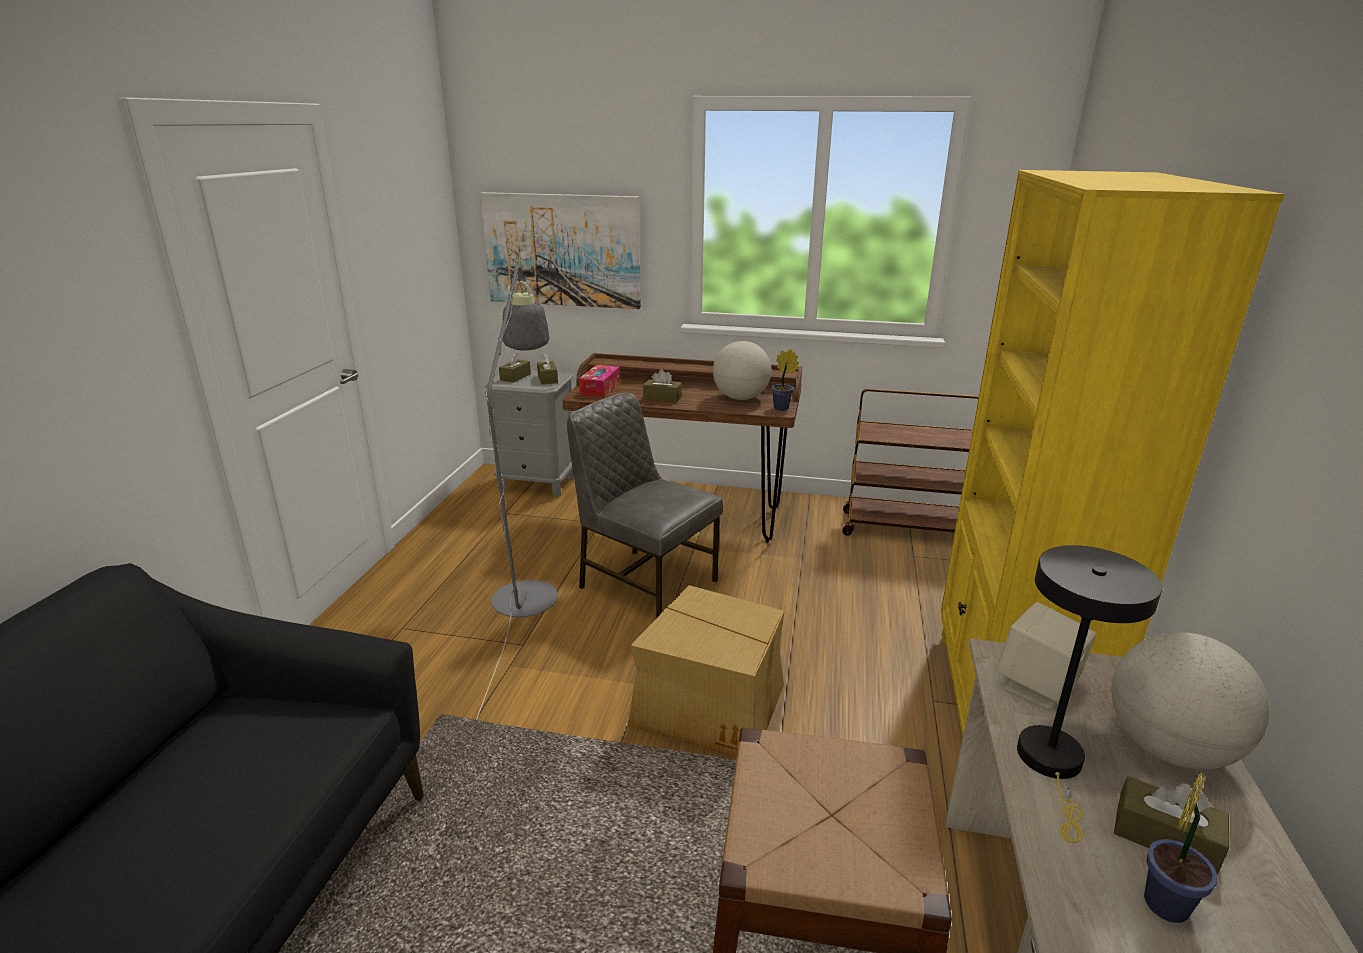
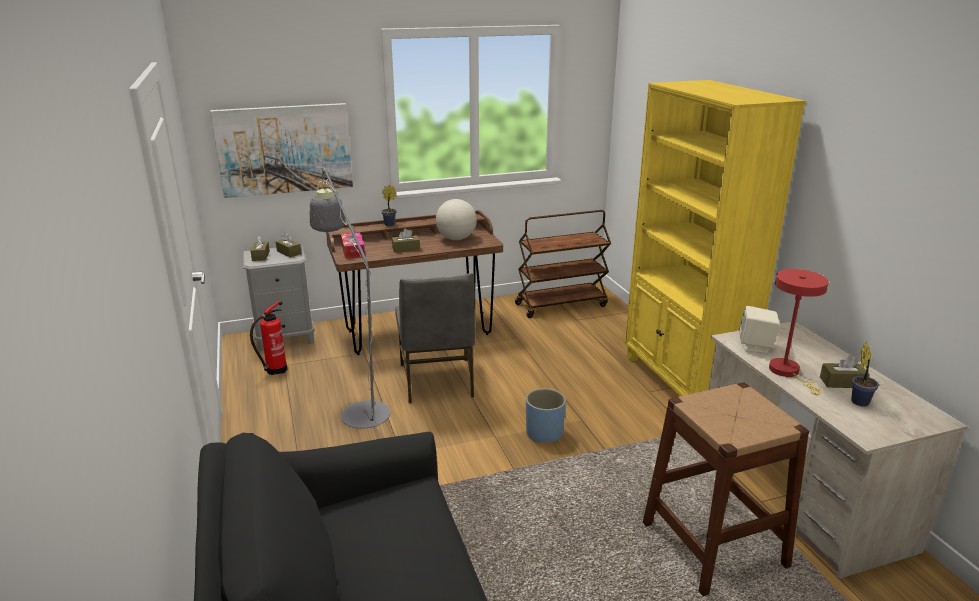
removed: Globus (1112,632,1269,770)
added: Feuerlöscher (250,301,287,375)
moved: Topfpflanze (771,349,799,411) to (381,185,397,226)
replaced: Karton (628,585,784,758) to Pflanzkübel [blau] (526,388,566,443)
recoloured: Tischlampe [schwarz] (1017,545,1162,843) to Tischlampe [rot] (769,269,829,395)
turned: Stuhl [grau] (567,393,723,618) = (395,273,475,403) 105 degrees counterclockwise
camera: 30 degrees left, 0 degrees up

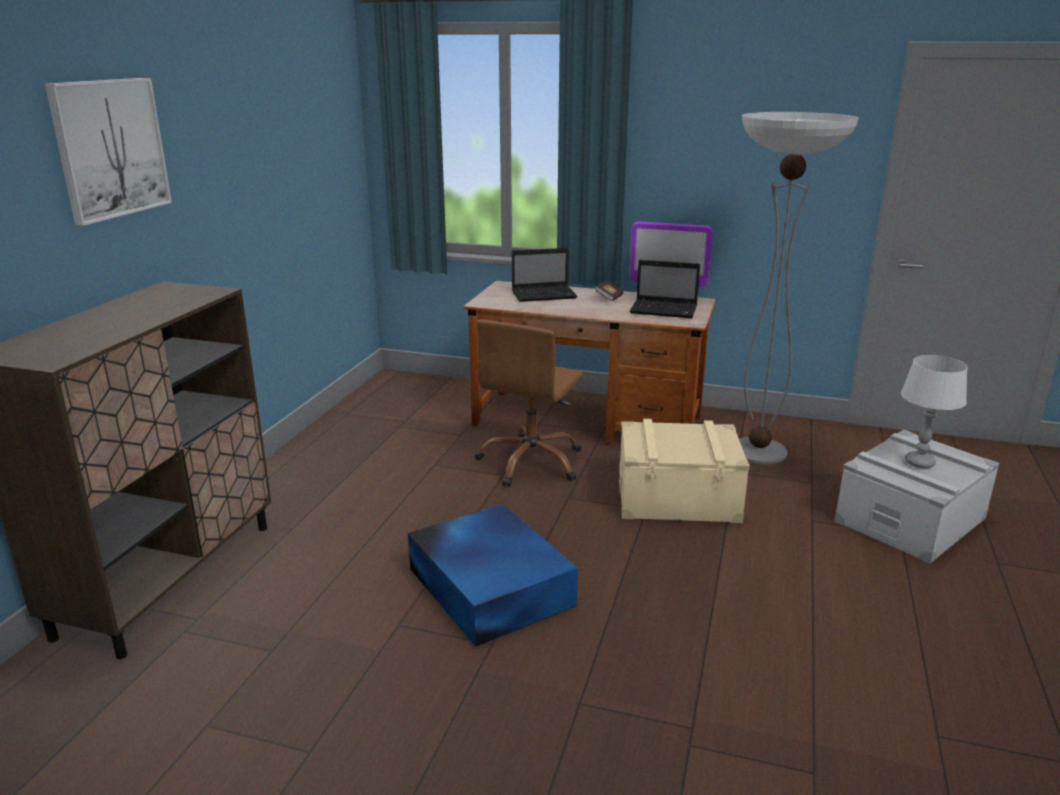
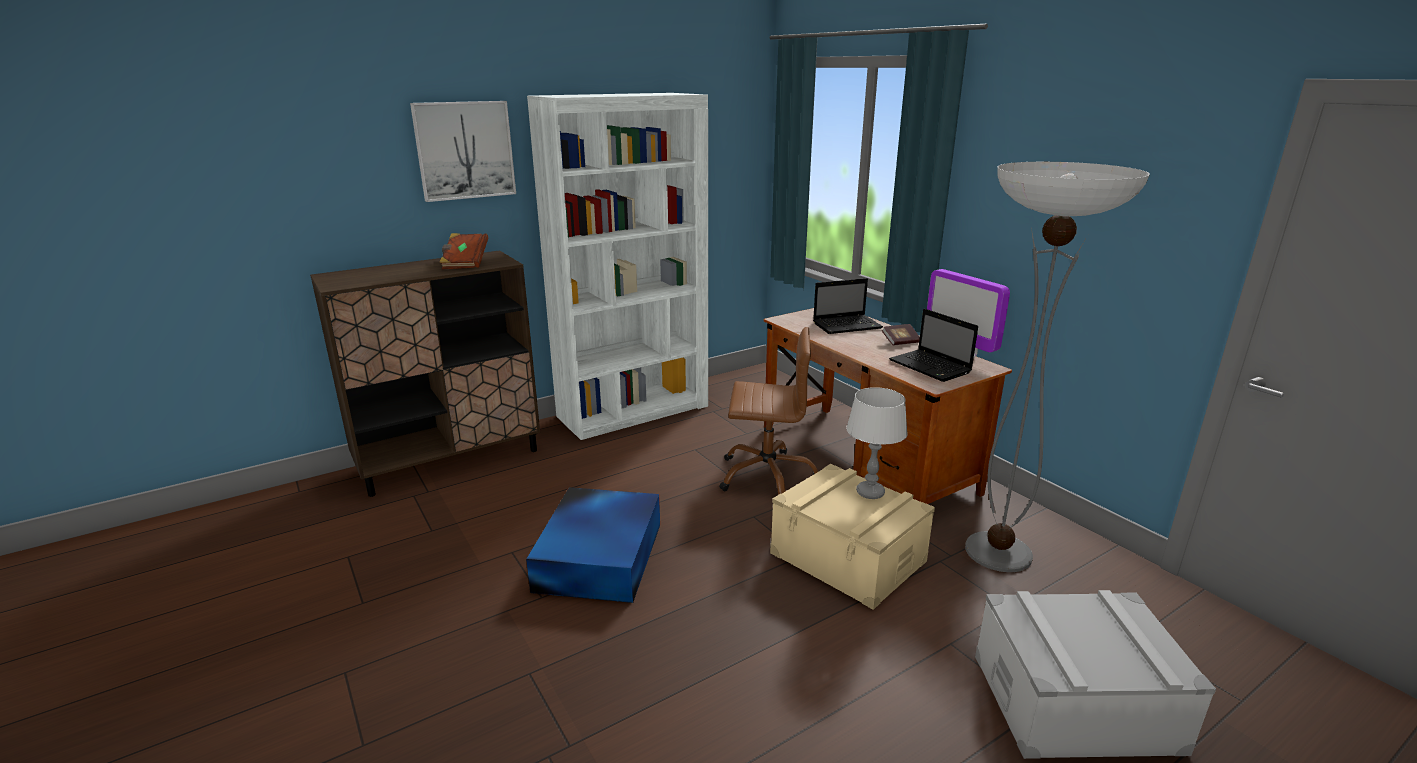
added: Buch [braun] (439,233,488,269); Bücherregal [weiß] (527,93,708,440)
moved: Tischlampe [grau] (901,355,968,468) to (846,387,908,499)
turned: Bürostuhl [braun] (475,319,583,487) = (719,327,819,495) 150 degrees counterclockwise; Laptop (512,248,578,302) = (813,278,883,334) 45 degrees counterclockwise
camera: 40 degrees right, 0 degrees up

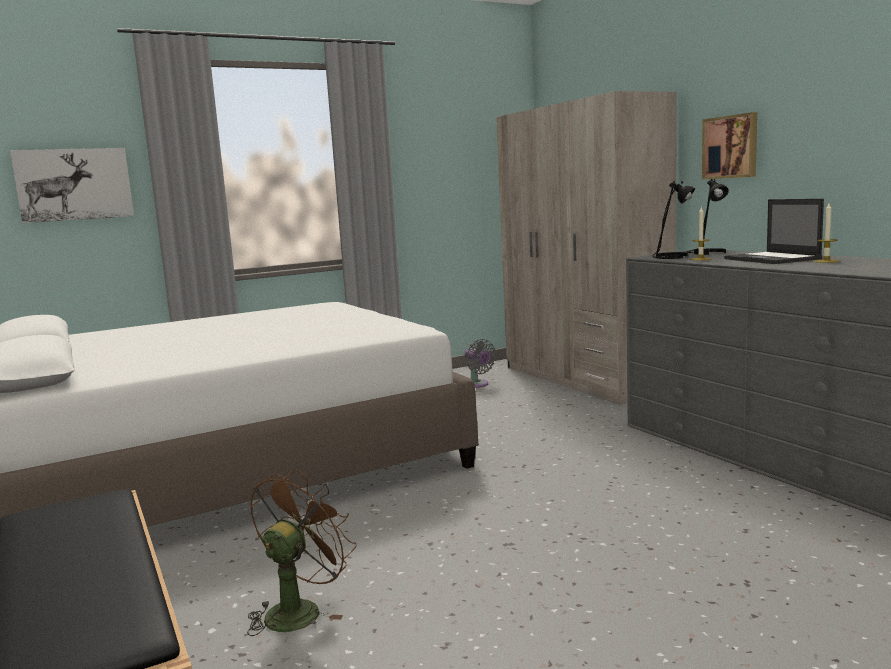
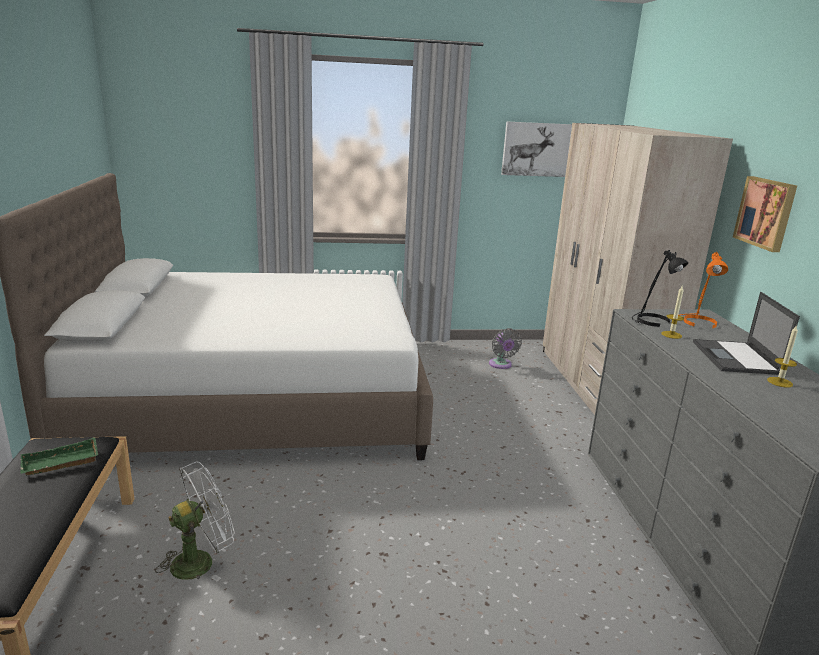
added: Tablett [grün] (20,438,98,476)
moved: Bild (10,148,134,223) to (501,122,572,177)
recoloured: Ventilator [braun] (247,469,357,636) to Ventilator [weiß] (155,462,235,582); Tischlampe [schwarz] (687,179,729,255) to Tischlampe [orange] (679,252,728,328)
camera: 20 degrees right, 10 degrees up

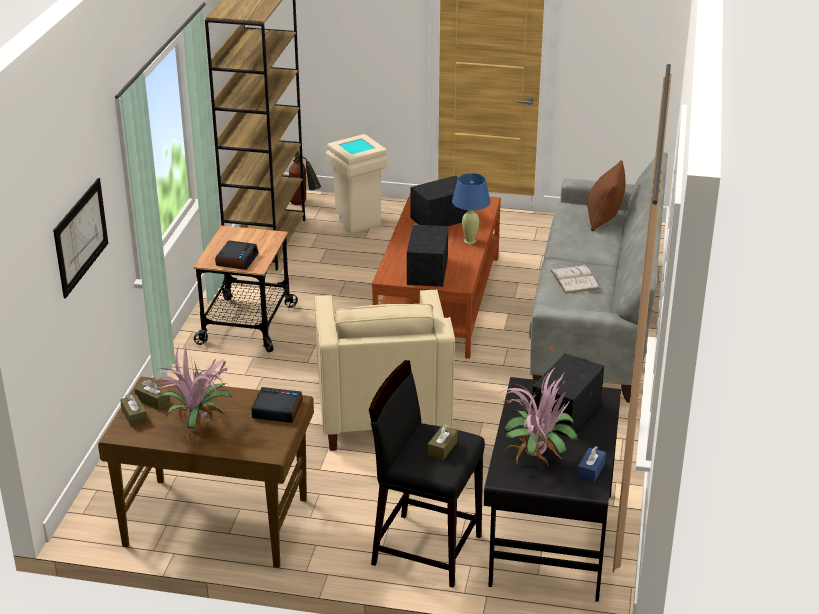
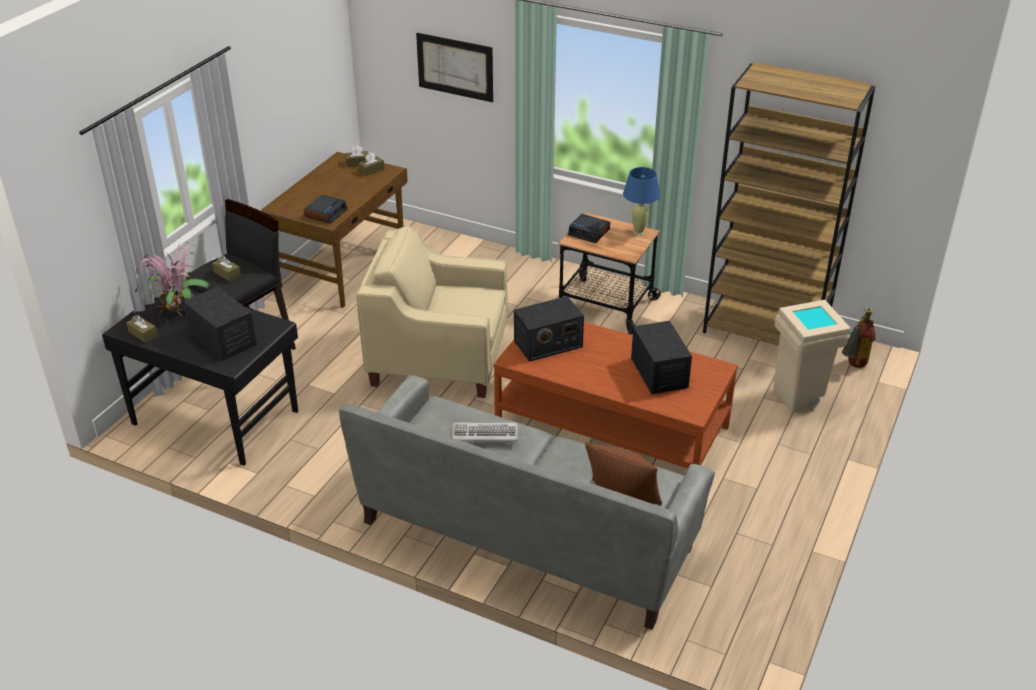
removed: Topfpflanze (151,347,232,448)
moved: Tischlampe [blau] (452,173,491,244) to (623,167,660,235)
replaced: Buch [weiß] (550,265,600,294) to Tastatur (452,423,518,444)
recoloured: Taschentuchbox [blau] (577,446,606,482) to Taschentuchbox [braun] (126,315,158,343)
turned: Radio (407,225,448,287) = (514,296,584,362) 135 degrees clockwise
camera: 105 degrees right, 5 degrees up

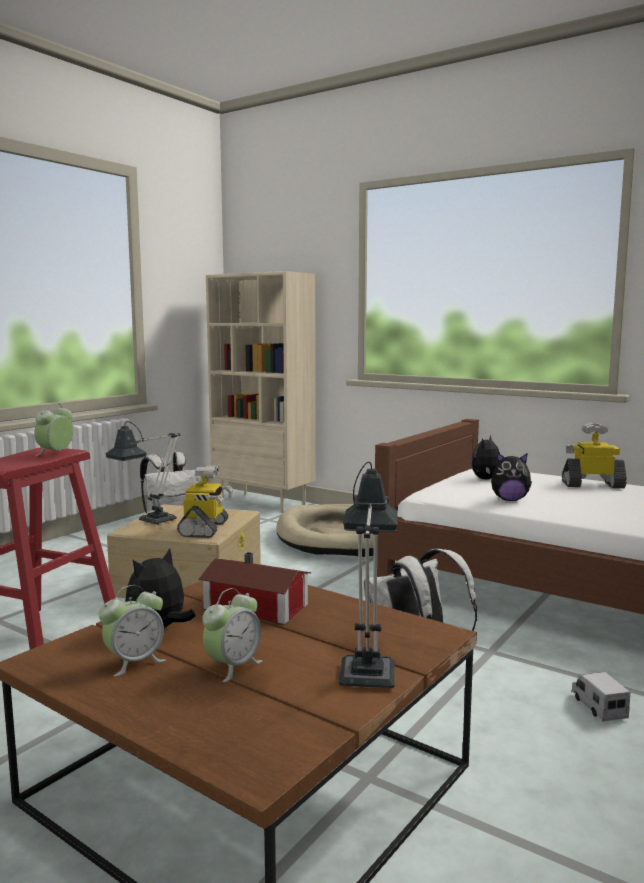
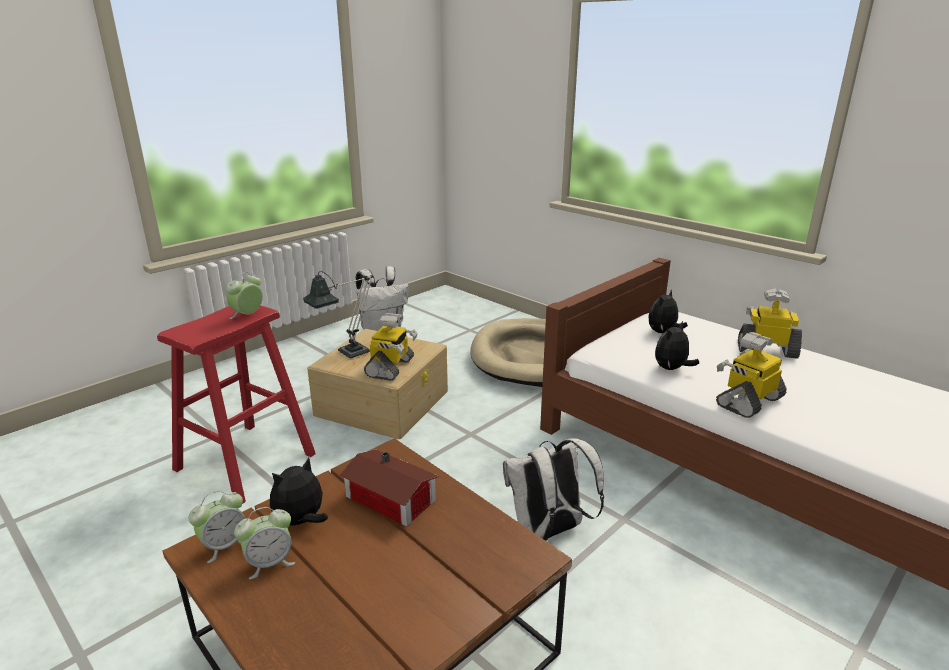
removed: Bücherregal [beige] (206,271,316,513); Tischlampe (339,462,398,688); Spielzeuglaster (571,672,630,722)
added: Spielzeugroboter (716,332,787,418)
moved: Wecker (202,588,263,682) to (188,491,245,563)
turned: Plüschtier (491,453,532,501) = (655,321,699,370) 120 degrees clockwise
camera: 10 degrees right, 15 degrees up

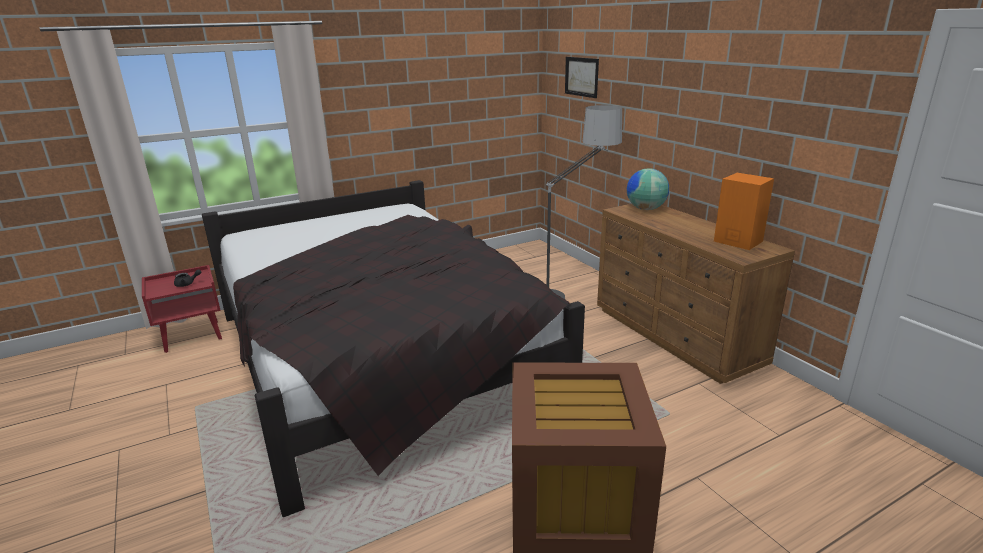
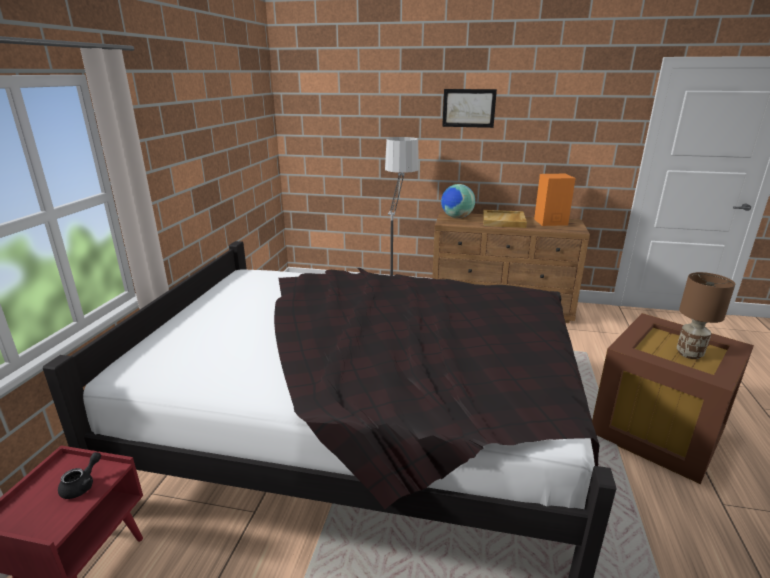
added: Tablett [beige] (483,210,527,228); Tischlampe [braun] (677,272,735,359)
moved: Bild (565,57,599,98) to (442,89,497,128)
camera: 50 degrees left, 0 degrees up

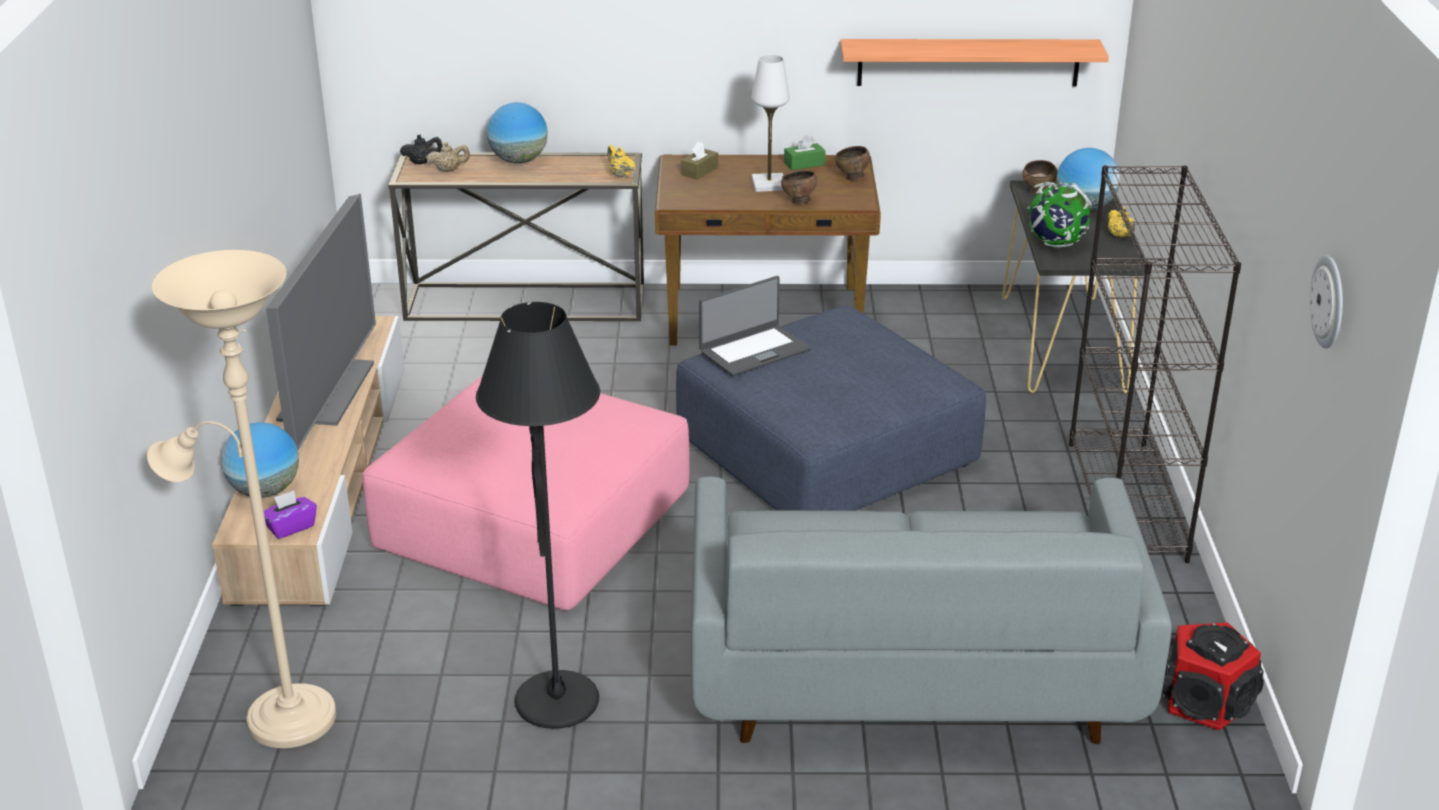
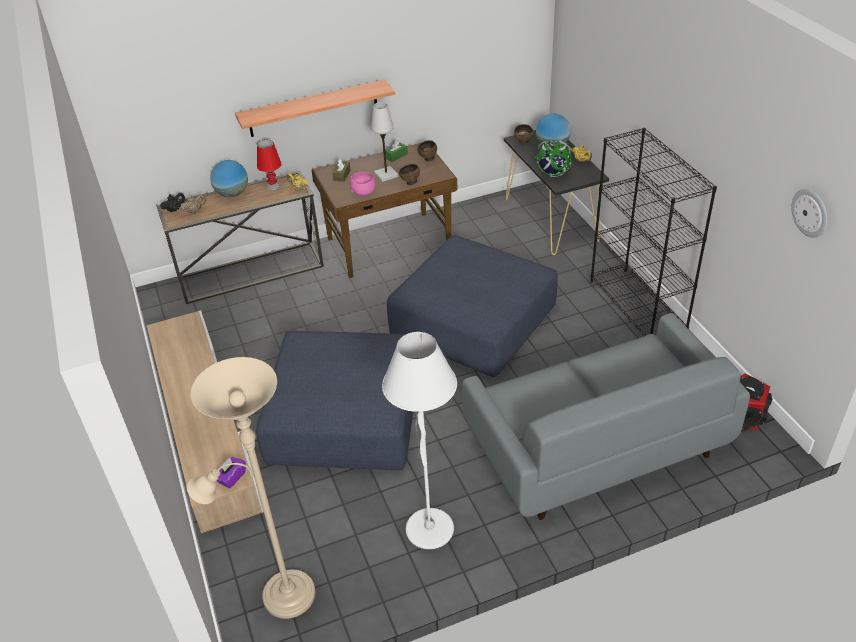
removed: Globus (221,422,299,498); Fernseher (266,194,376,450); Laptop (699,276,810,376)
added: Tischlampe [rot] (257,140,281,190); Schüssel [rosa] (350,172,376,196)
moved: Wandregal (841,39,1109,87) to (235,79,395,137)
recoloured: Polsterhocker [rosa] (363,375,690,611) to Polsterhocker [blau] (256,331,419,470); Stehlampe [schwarz] (476,302,600,729) to Stehlampe [weiß] (382,332,457,549)
camera: 20 degrees left, 10 degrees up

